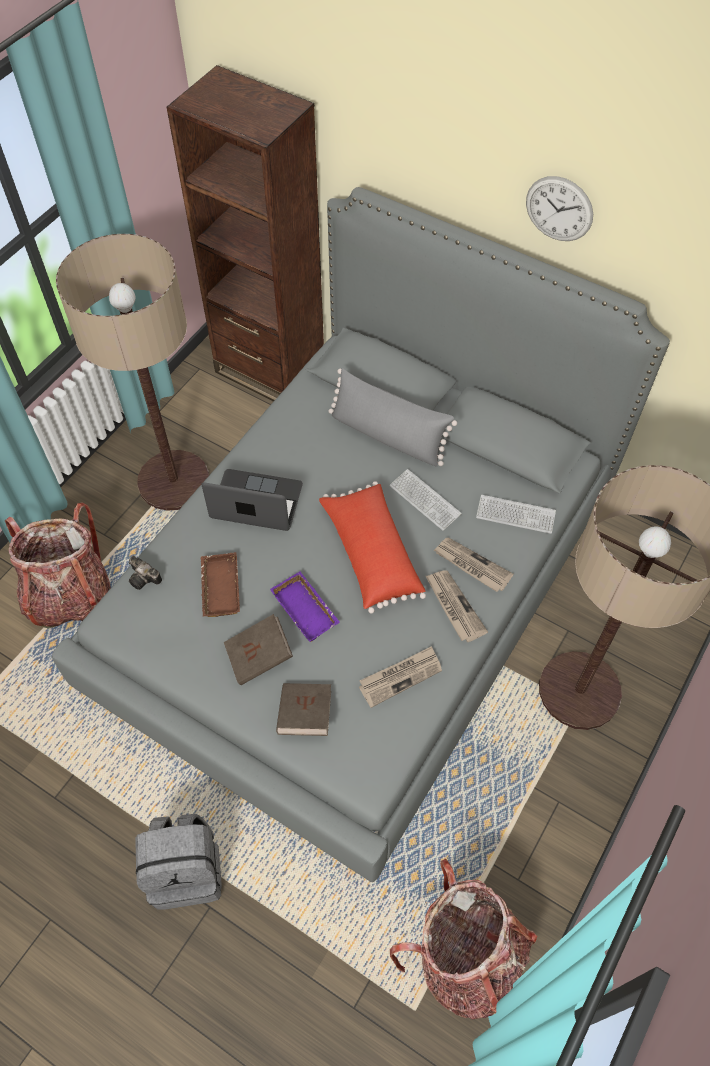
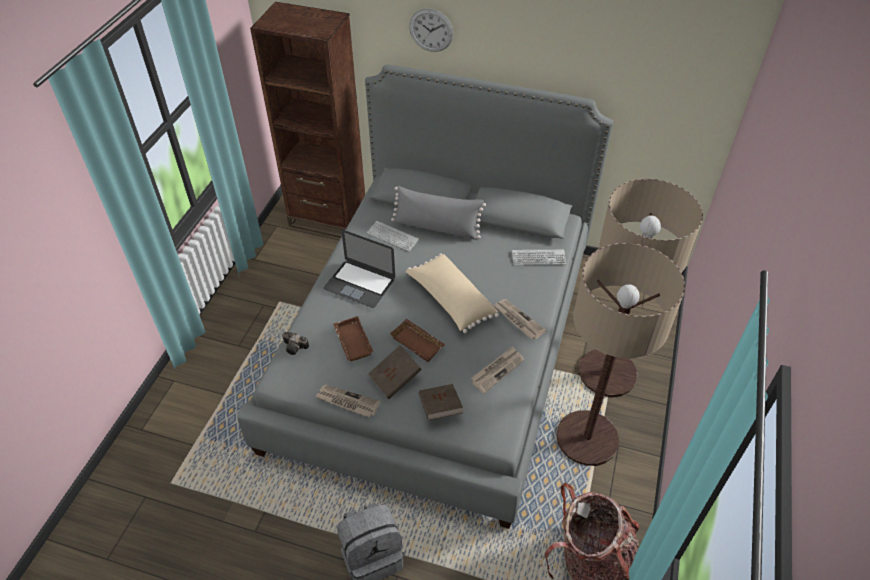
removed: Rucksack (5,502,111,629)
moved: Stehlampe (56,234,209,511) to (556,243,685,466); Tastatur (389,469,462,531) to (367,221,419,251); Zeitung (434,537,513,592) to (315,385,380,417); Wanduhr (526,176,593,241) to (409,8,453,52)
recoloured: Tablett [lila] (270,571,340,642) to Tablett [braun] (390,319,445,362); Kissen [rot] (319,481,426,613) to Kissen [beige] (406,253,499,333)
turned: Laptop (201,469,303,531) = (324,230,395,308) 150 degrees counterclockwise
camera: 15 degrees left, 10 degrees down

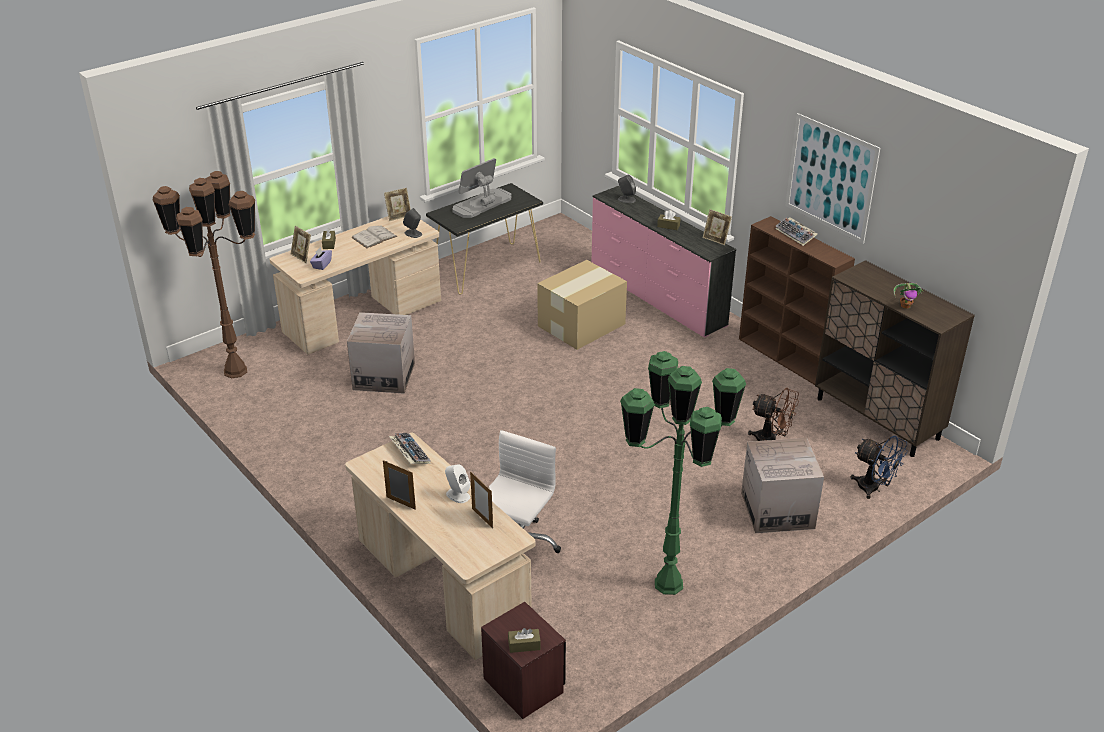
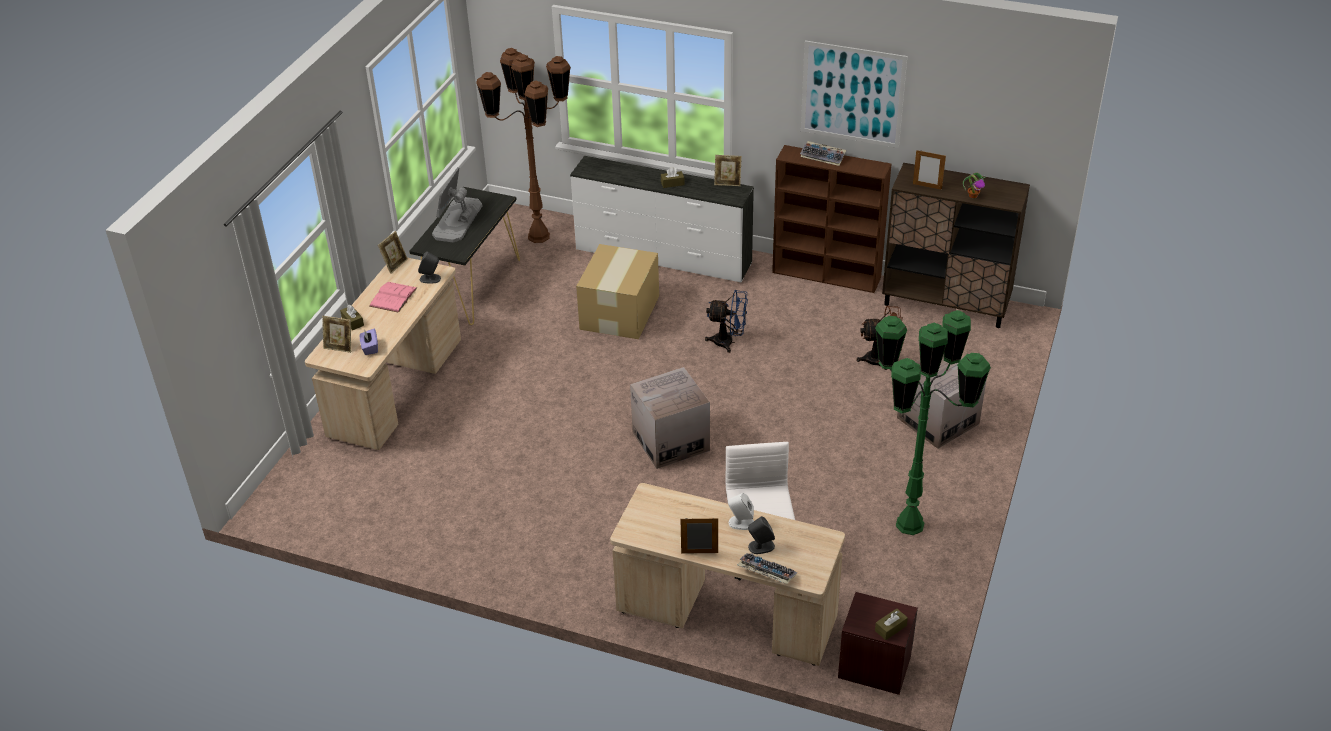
moved: Stehlampe [braun] (152,171,255,378) to (476,48,571,243); Karton (347,312,415,394) to (630,367,710,469); Tastatur (389,433,431,464) to (737,553,798,584); Bilderrahmen (470,472,493,529) to (913,150,946,190); Lautsprecher [grau] (618,175,636,203) to (748,516,775,554); Ventilator [blau] (850,436,908,499) to (705,290,748,353)
recoloured: Buch [weiß] (351,226,398,248) to Buch [rosa] (369,282,417,313); Kommode [rosa] (592,186,736,337) to Kommode [weiß] (570,156,754,282)
camera: 30 degrees left, 5 degrees up

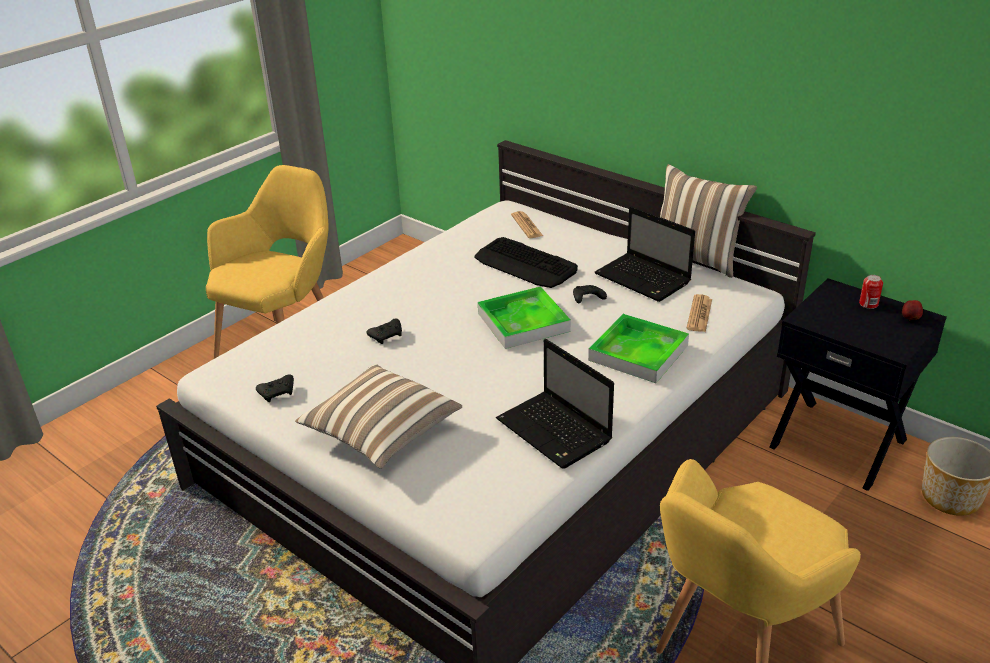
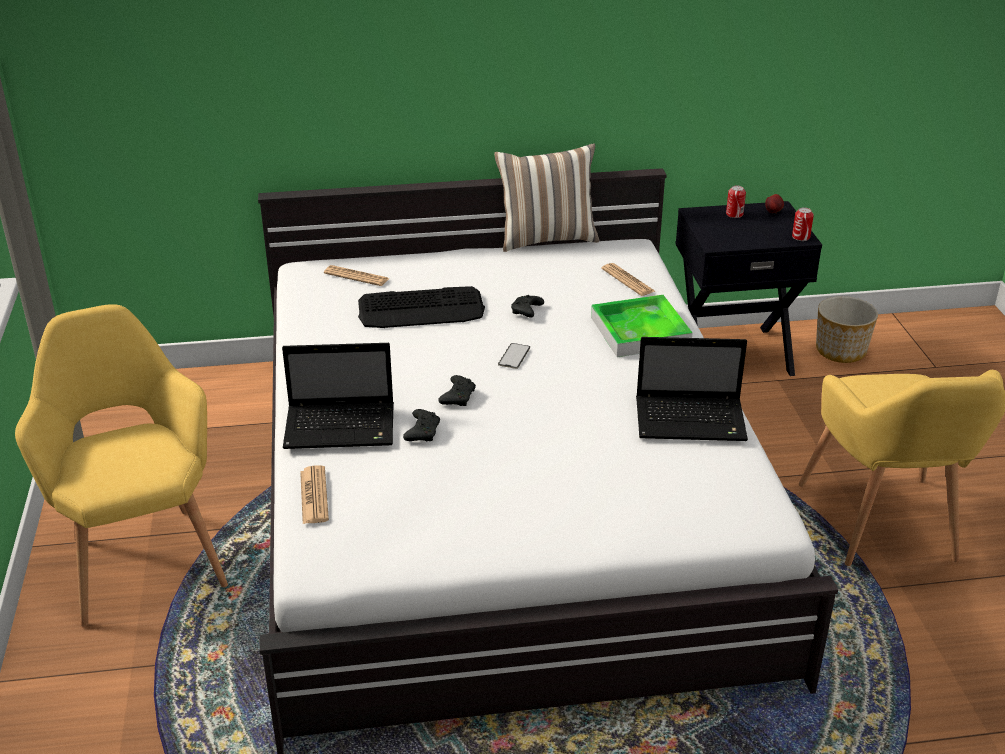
removed: Kissen (295,364,462,469)
added: Zeitung (300,465,329,524); Dose (792,208,814,241)
moved: Gamepad [schwarz] (256,374,294,402) to (438,375,476,406); Laptop (594,206,695,302) to (282,343,394,449)
replaced: Tablett (478,286,571,349) to Handy (498,343,530,369)
camera: 50 degrees left, 0 degrees up

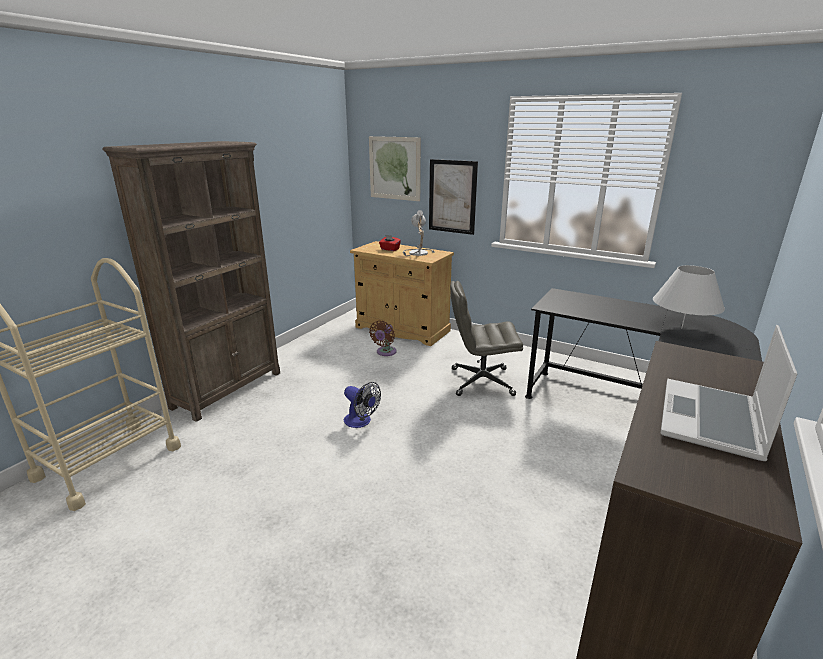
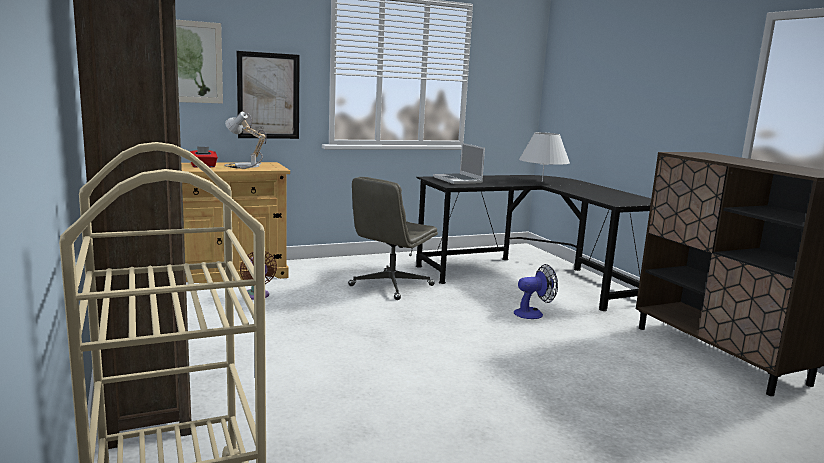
moved: Ventilator (344,382,381,428) to (514,264,558,319); Laptop (661,325,797,461) to (433,143,485,184)
camera: 55 degrees left, 10 degrees down

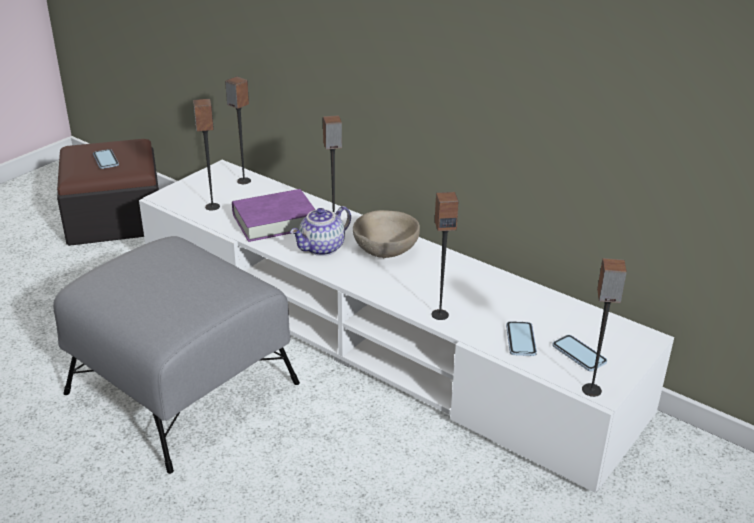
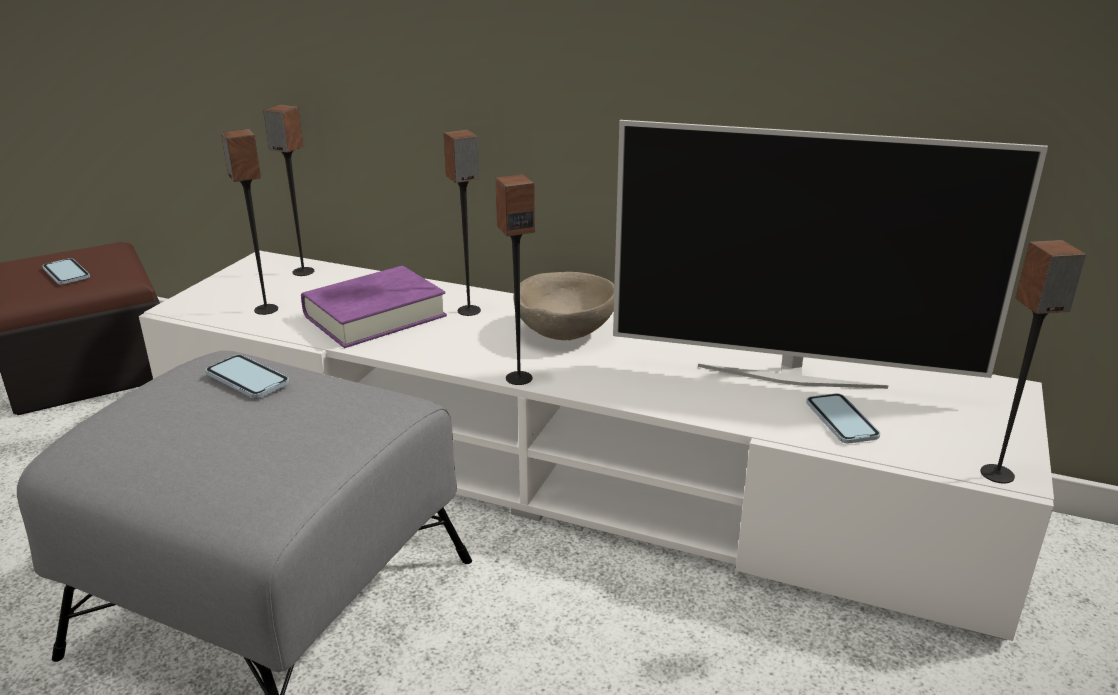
removed: Teekanne (290,206,351,256)
added: Fernseher (613,120,1048,389)
moved: Lautsprecher (431,192,459,320) to (495,174,535,385); Handy (552,335,607,371) to (205,355,289,398)
camera: 15 degrees left, 5 degrees down

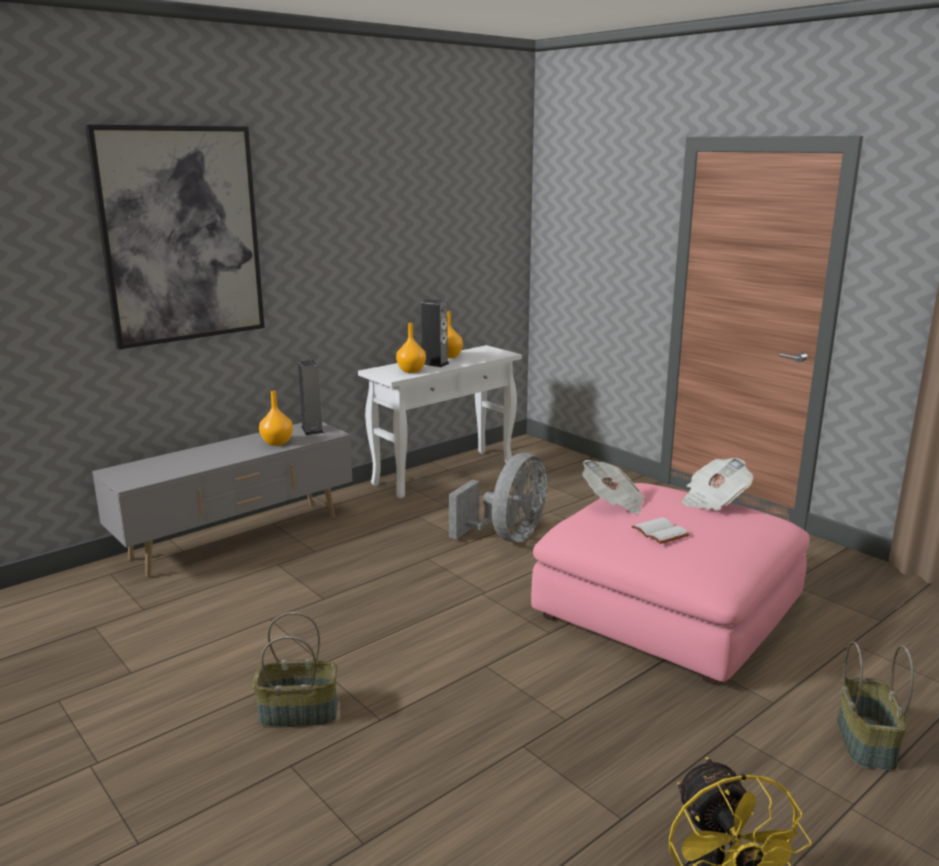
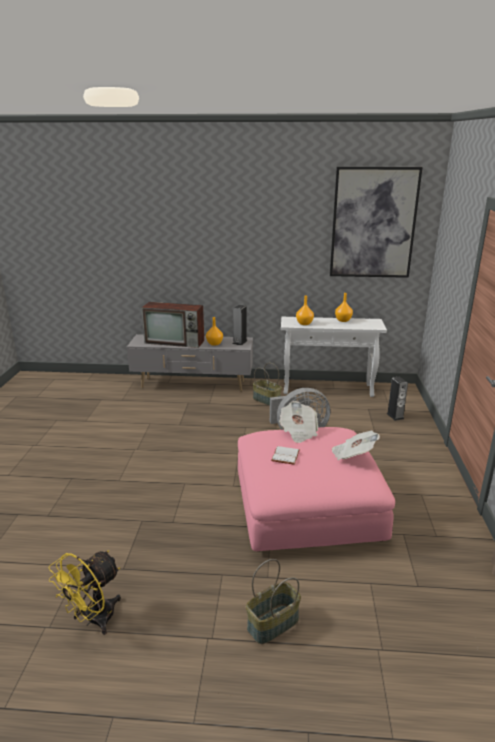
added: Fernseher (141,302,204,348)
moved: Bild (85,124,265,349) to (330,166,423,278); Korb (253,612,338,728) to (252,363,282,406); Lautsprecher (421,300,450,367) to (386,377,408,421)
camera: 45 degrees right, 5 degrees up

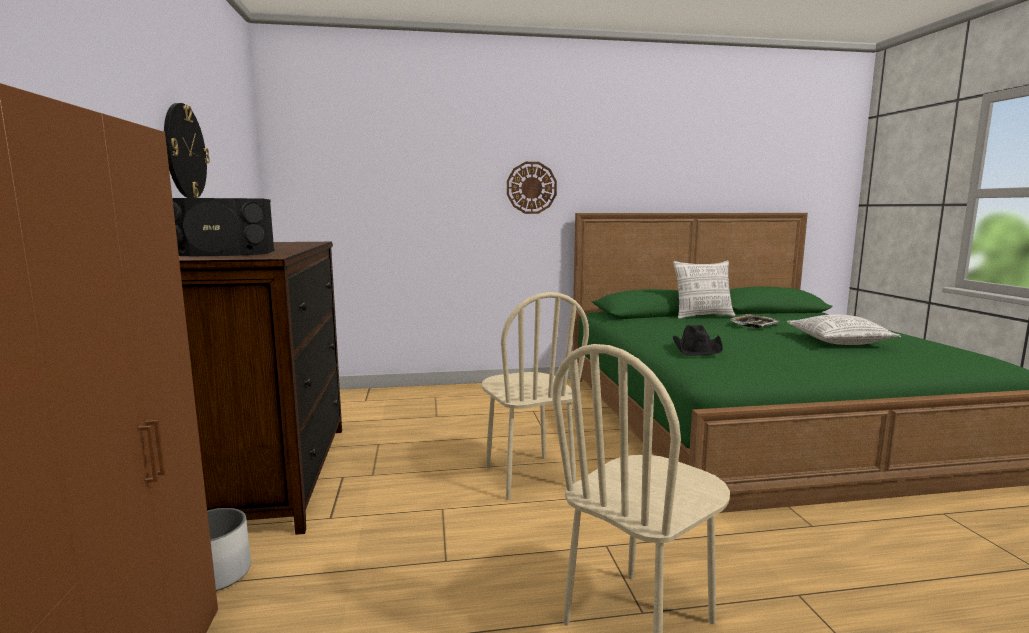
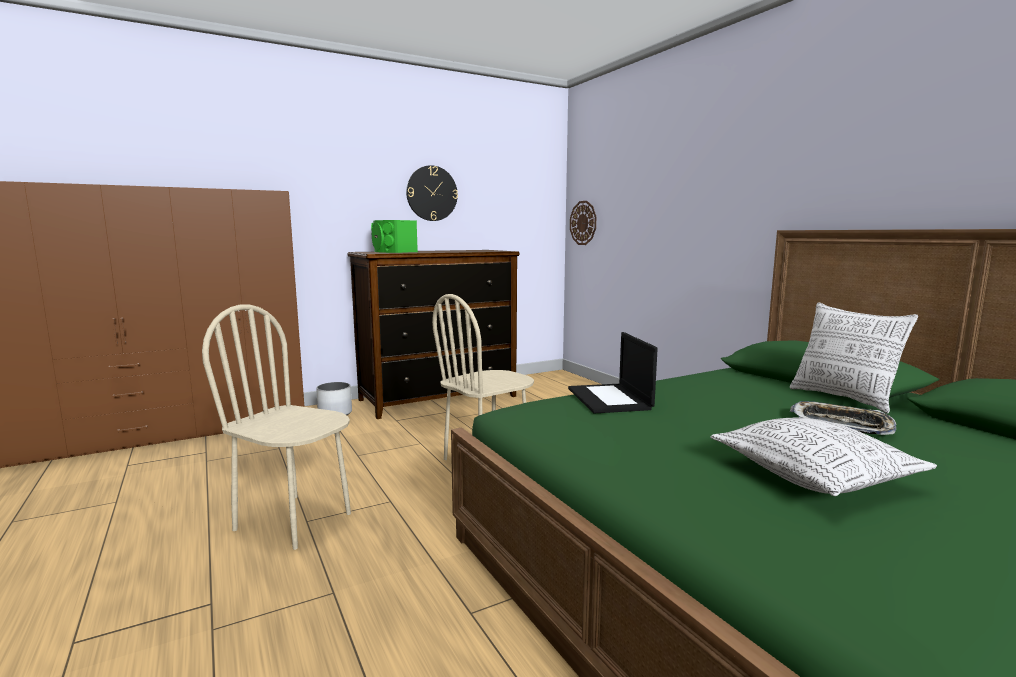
moved: Wanduhr (507,162,557,214) to (570,201,596,245)
replaced: Hut [schwarz] (673,325,723,356) to Laptop (568,332,658,414)
recoloured: Lautsprecher [schwarz] (172,198,275,256) to Lautsprecher [grün] (371,220,418,253)
camera: 70 degrees right, 0 degrees up

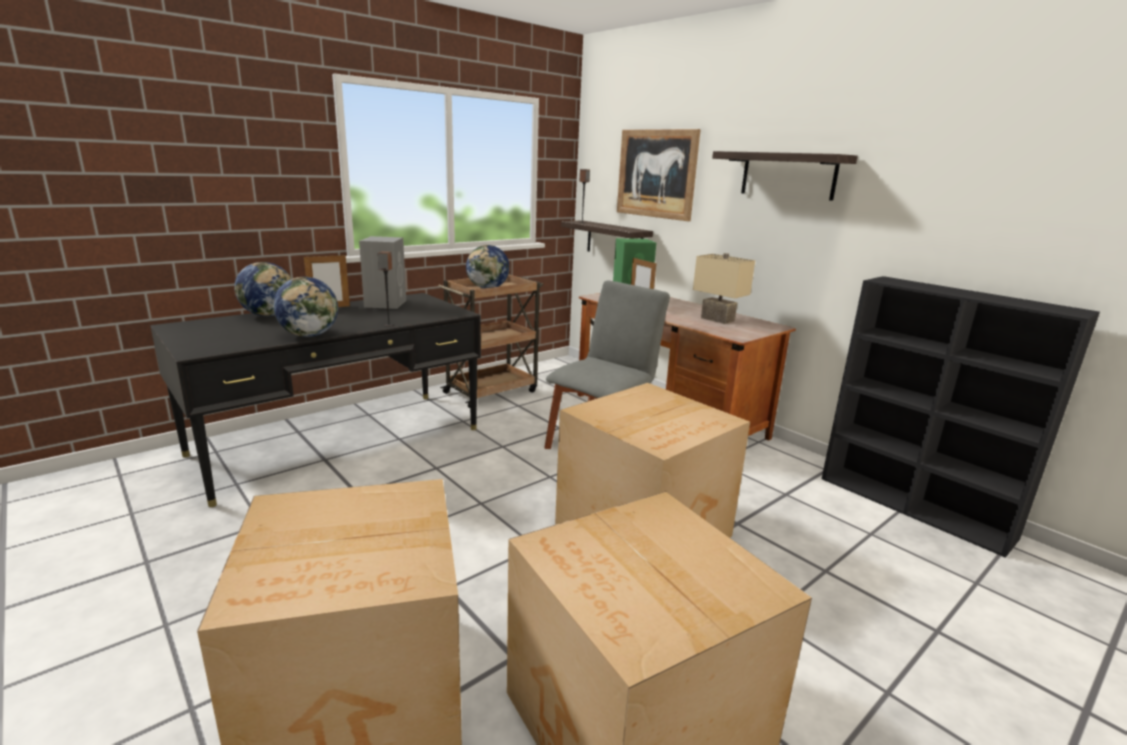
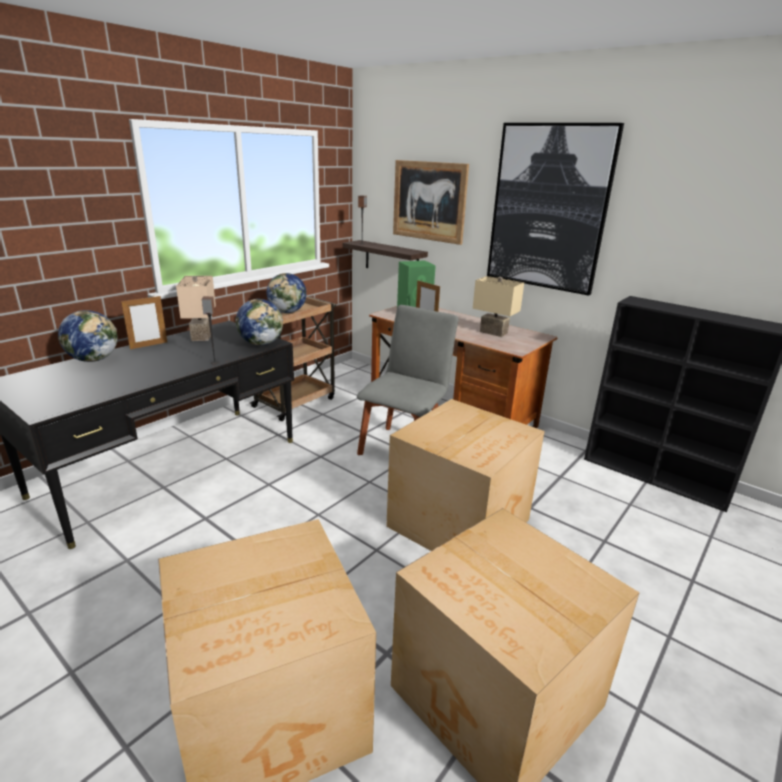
moved: Globus (273,277,338,337) to (236,299,283,345)
replaced: Lautsprecher [grau] (359,236,406,309) to Tischlampe [beige] (176,276,216,341); Wandregal (712,151,858,201) to Bild (487,123,624,296)
camera: 10 degrees left, 5 degrees up

